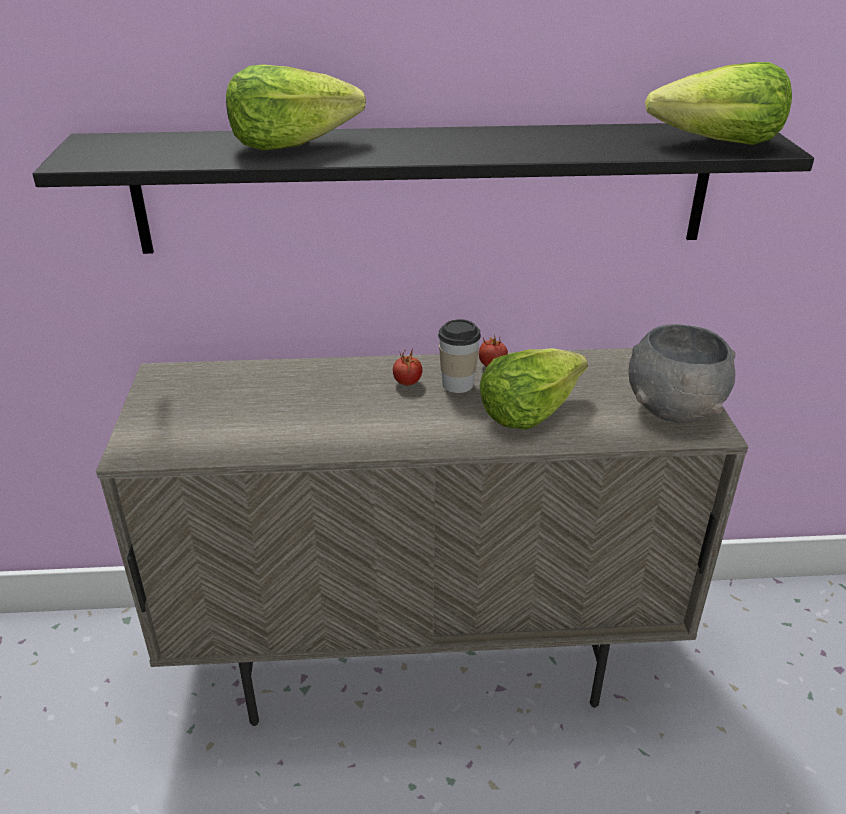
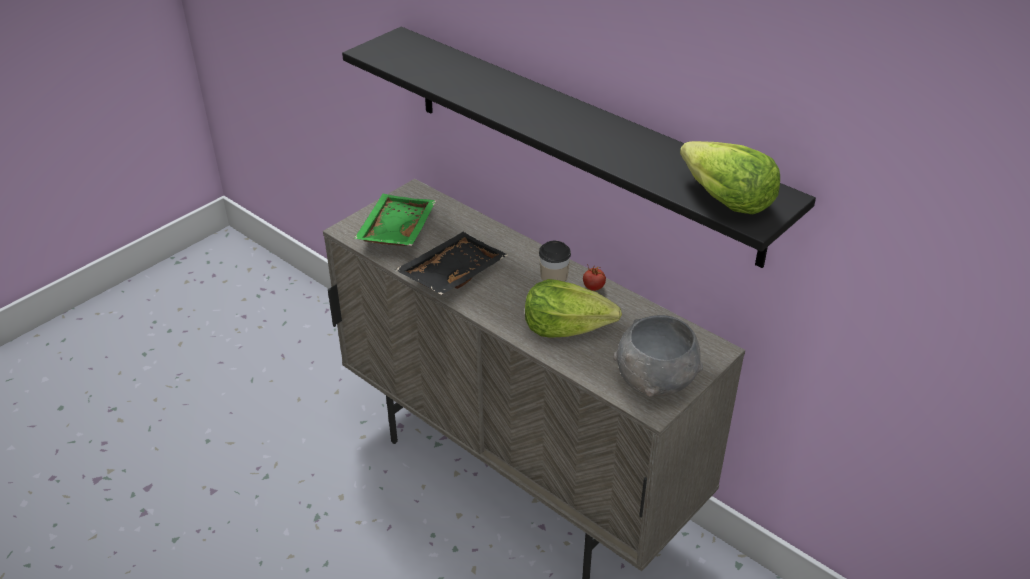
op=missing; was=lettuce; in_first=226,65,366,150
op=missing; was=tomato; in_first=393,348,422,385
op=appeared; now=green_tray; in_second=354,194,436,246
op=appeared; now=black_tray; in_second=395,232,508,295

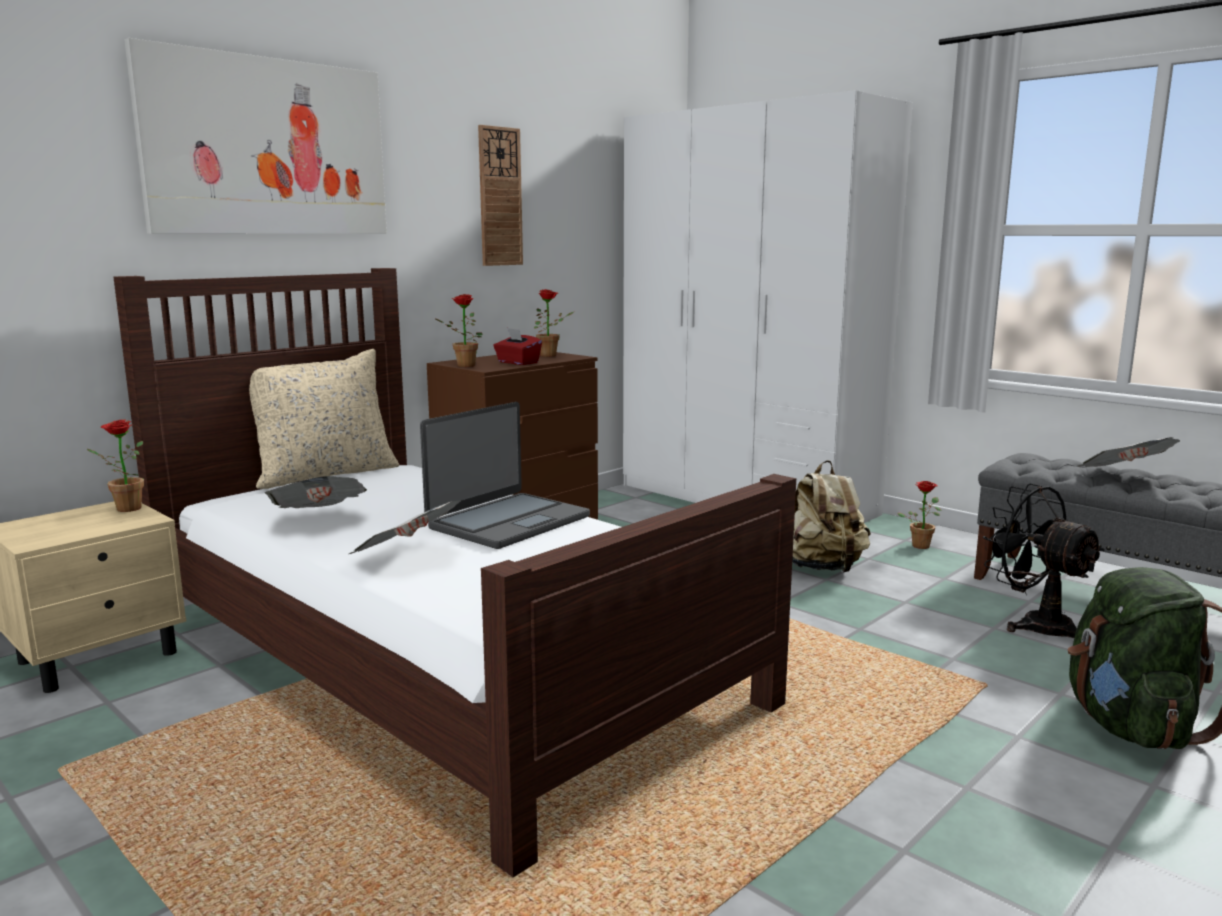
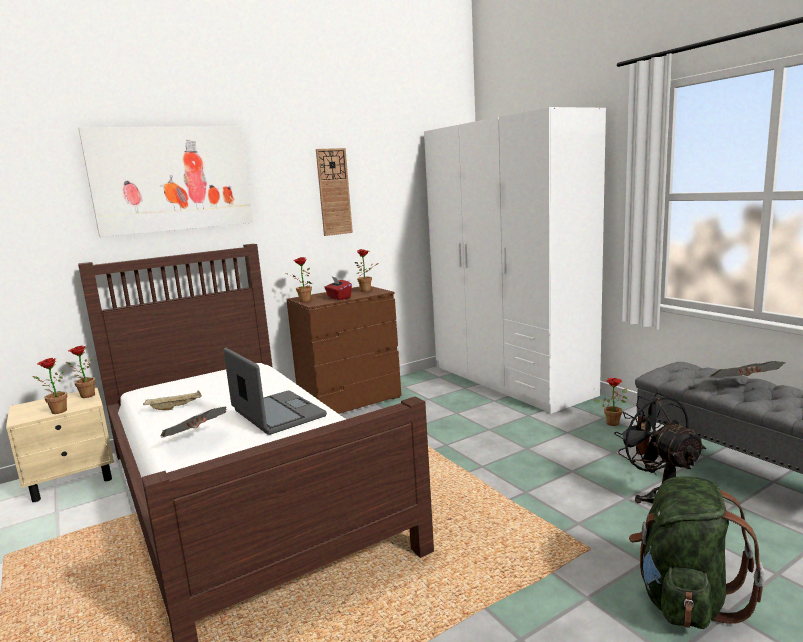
op=missing; was=beige_pillow; in_first=249,349,399,489
op=spun; was=laptop; in_first=420,402,590,549; in_second=223,348,327,435; clockwise=-90
op=missing; was=beige_backpack; in_first=792,460,871,572
op=exchanged; was=newspaper; now=beige_tray; in_first=265,476,367,508; in_second=143,390,202,410
op=appeared; now=potted_plant; in_second=33,358,67,414

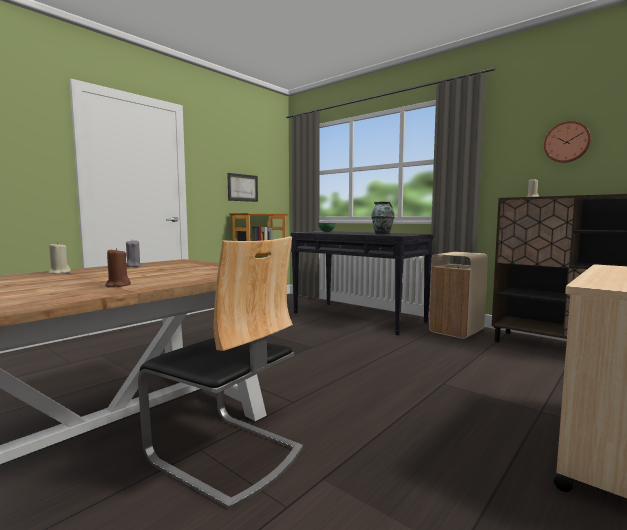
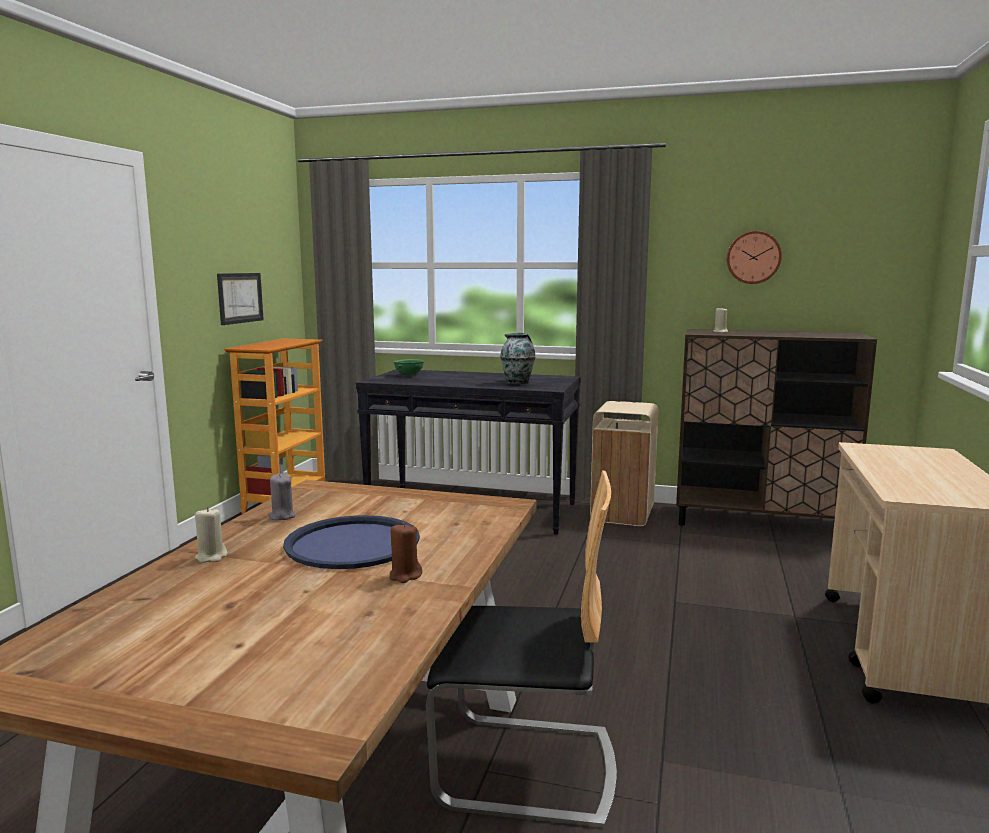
op=appeared; now=blue_tray; in_second=283,515,420,569

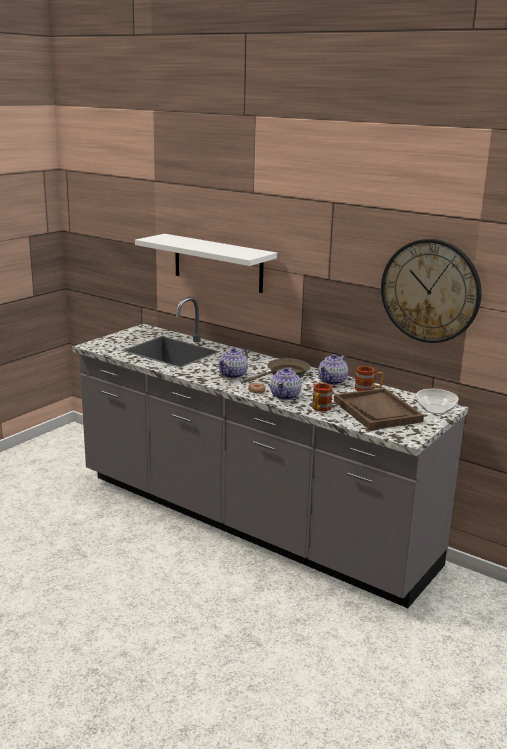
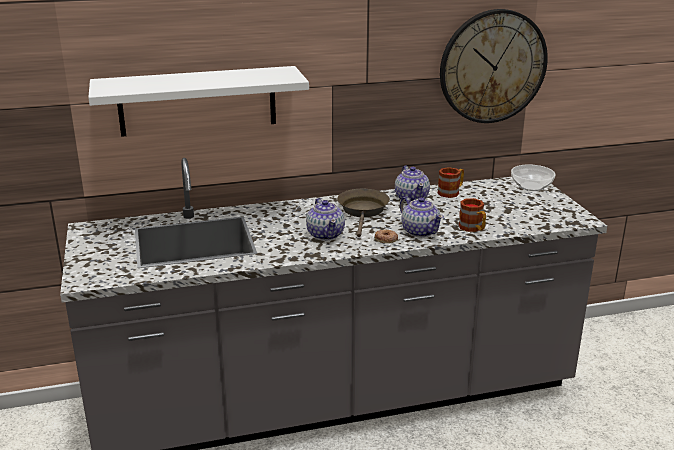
op=missing; was=brown_tray; in_first=334,388,424,430

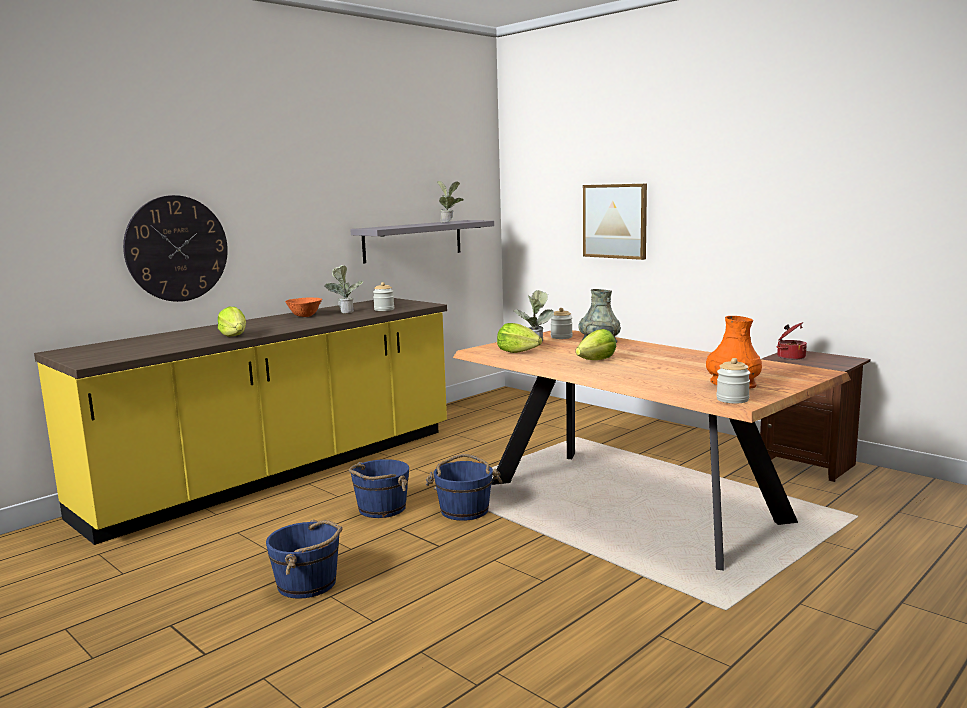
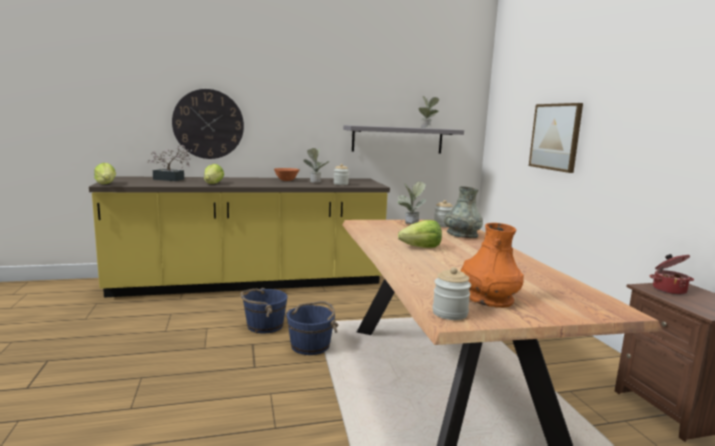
op=relocated; was=lettuce; in_first=497,323,542,353; in_second=94,163,116,184
op=missing; was=blue_bucket; in_first=266,520,343,599
op=appeared; now=potted_plant; in_second=147,145,192,181

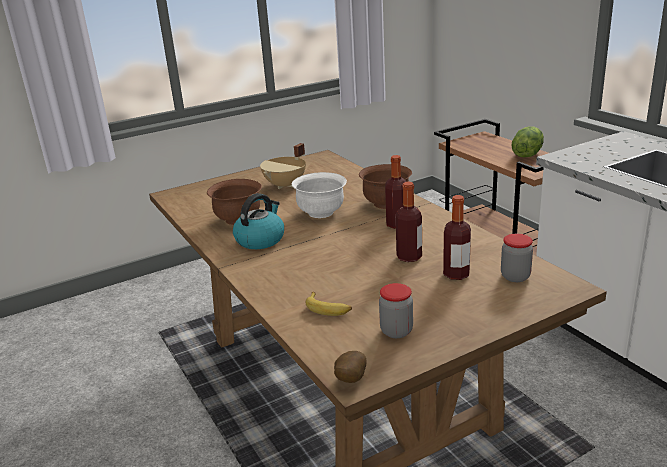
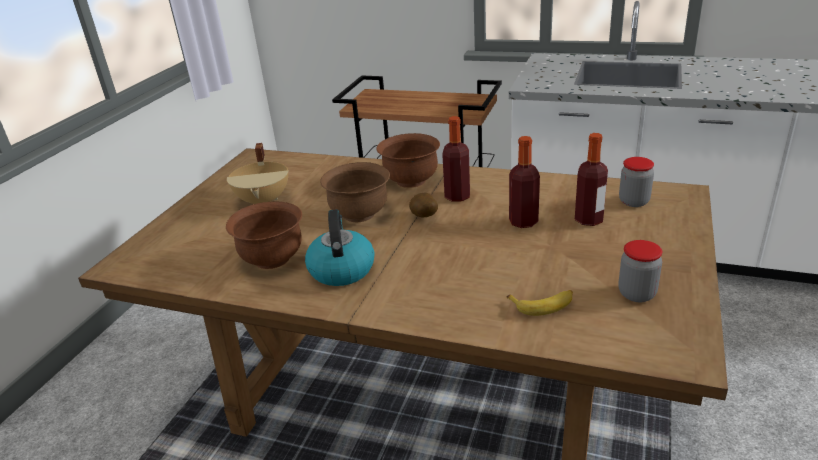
op=missing; was=lettuce; in_first=512,127,544,157
op=colour; was=white_bowl; now=brown_bowl; in_first=292,172,347,218; in_second=320,162,390,222
op=relocated; was=potato; in_first=334,351,367,383; in_second=409,193,438,217

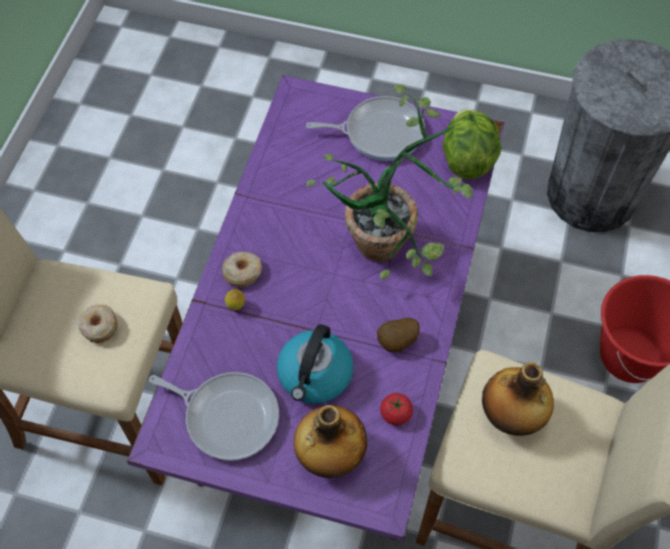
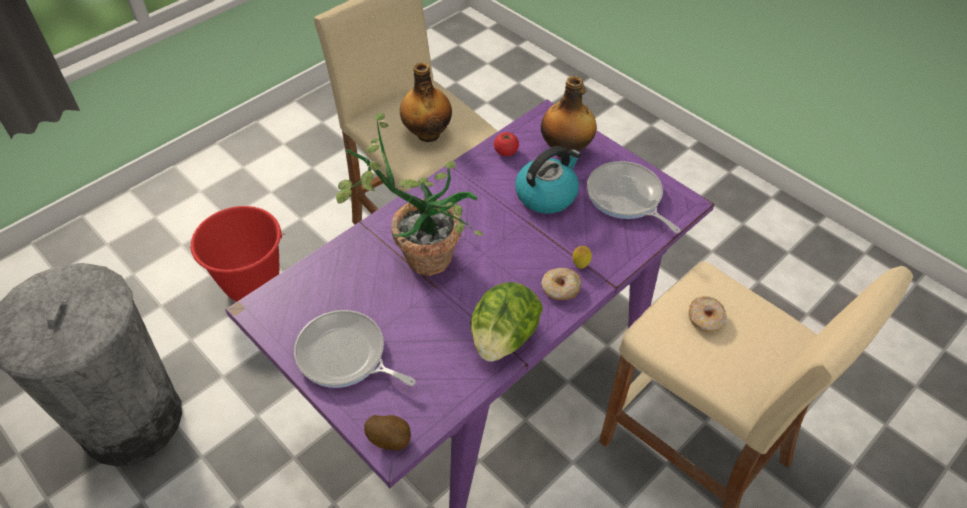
op=relocated; was=lettuce; in_first=443,109,501,179; in_second=470,282,543,362
op=relocated; was=potato; in_first=377,318,420,352; in_second=364,415,411,450

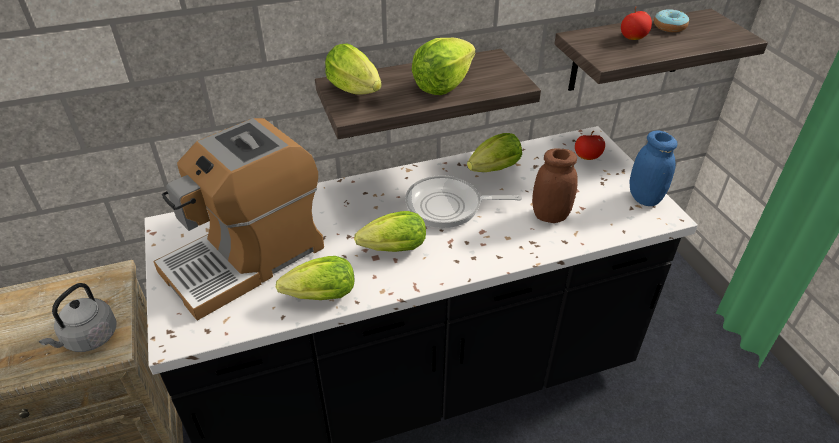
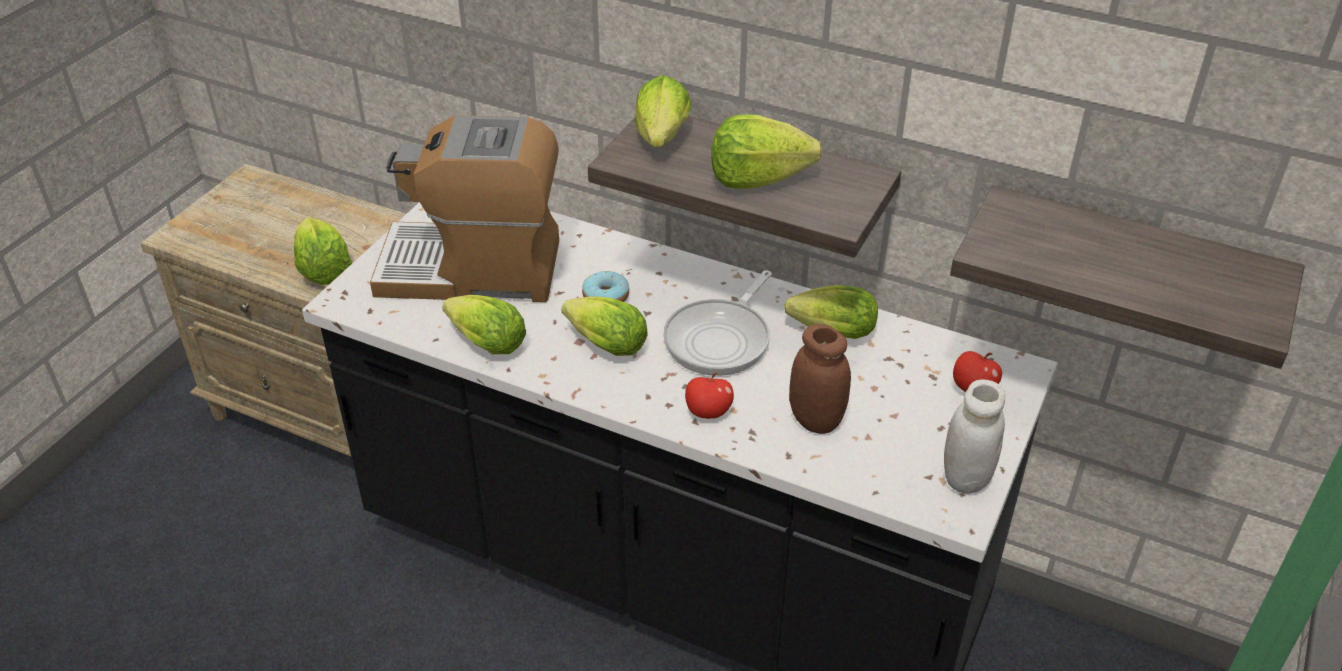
op=relocated; was=apple; in_first=621,7,652,40; in_second=685,372,734,419
op=relocated; was=donut; in_first=654,9,689,32; in_second=582,270,629,302
op=colour; was=blue_jar; now=white_jar; in_first=629,130,678,206; in_second=944,379,1005,494
op=spun; was=frying_pan; in_first=405,175,522,228; in_second=663,270,772,376; clockwise=-105
op=exchanged; was=grey_kettle; now=lettuce; in_first=39,283,117,352; in_second=294,217,352,285

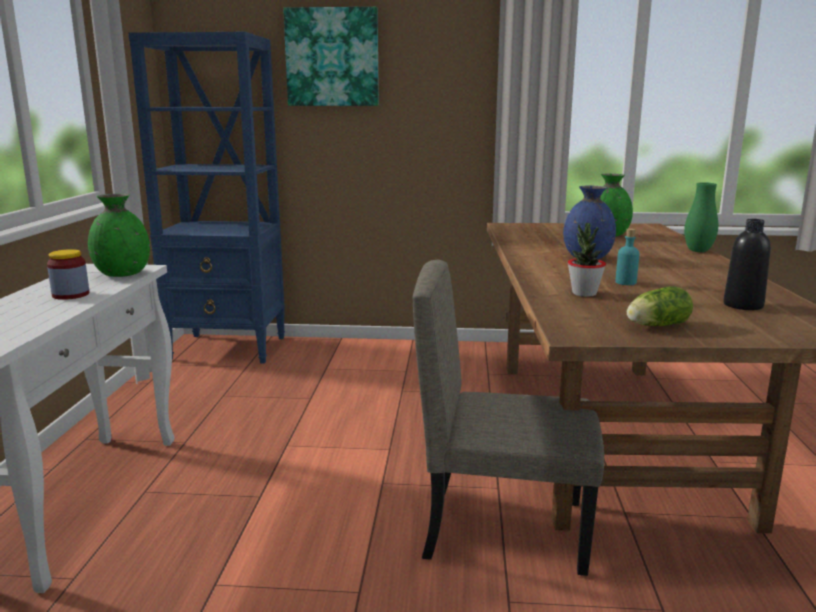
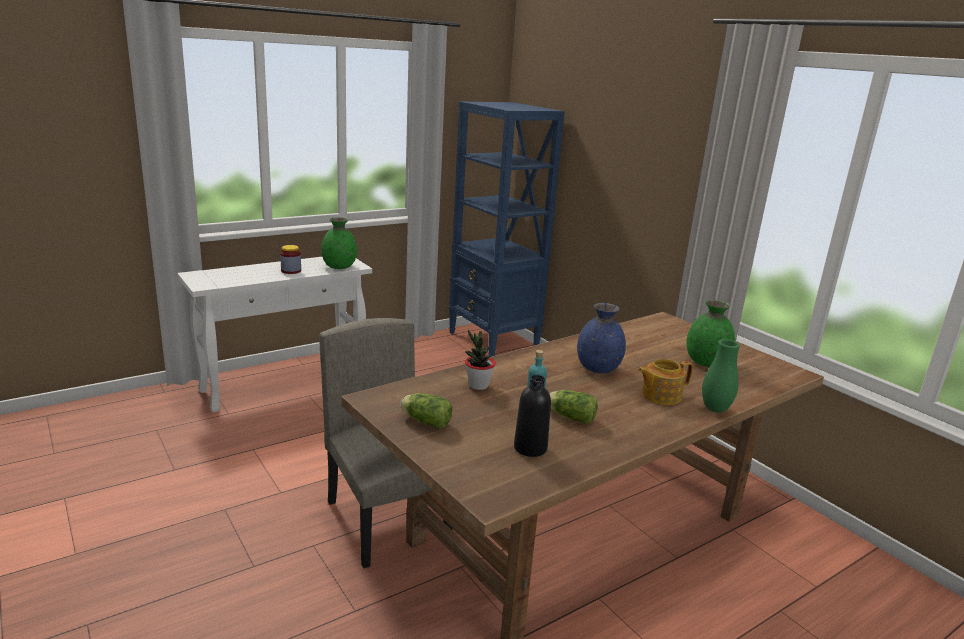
op=missing; was=picture; in_first=283,7,379,106
op=appeared; now=teapot; in_second=638,359,693,405
op=appeared; now=lettuce; in_second=549,390,598,424

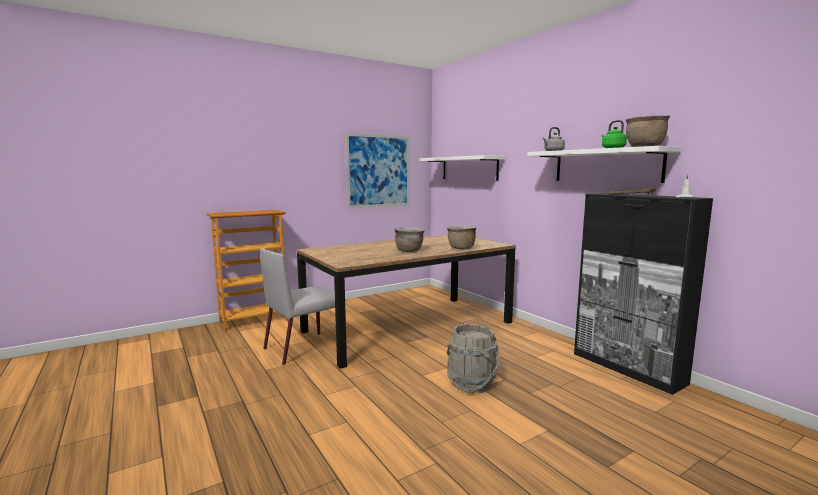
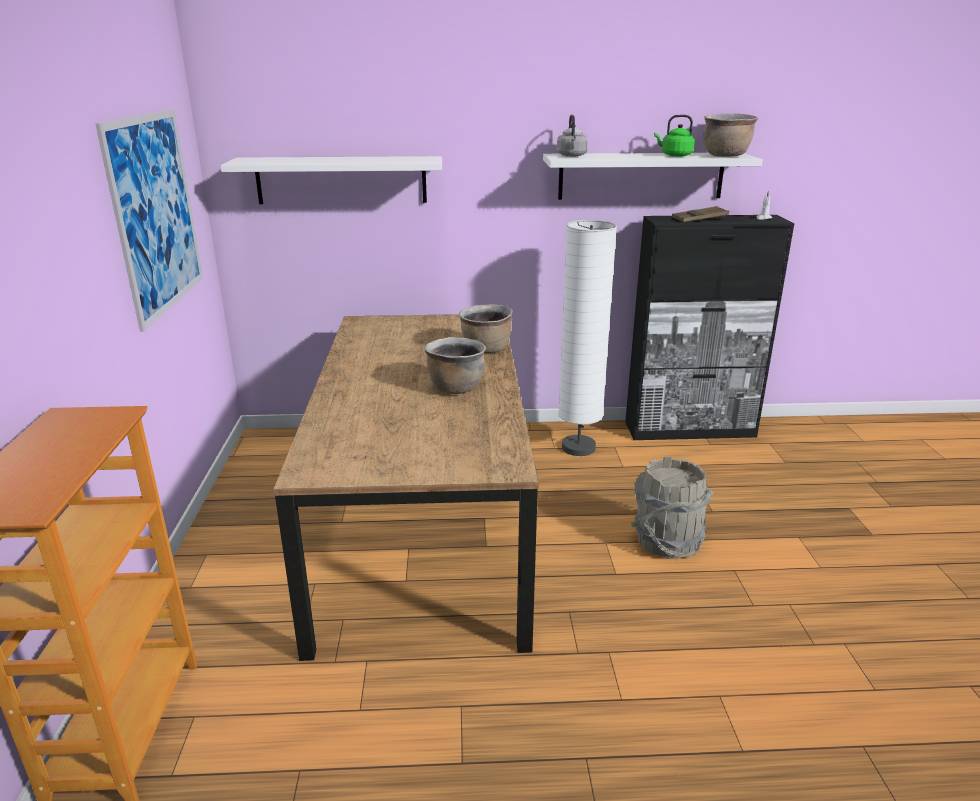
op=missing; was=grey_chair; in_first=260,247,335,365
op=appeared; now=white_floor_lamp; in_second=558,220,617,456

